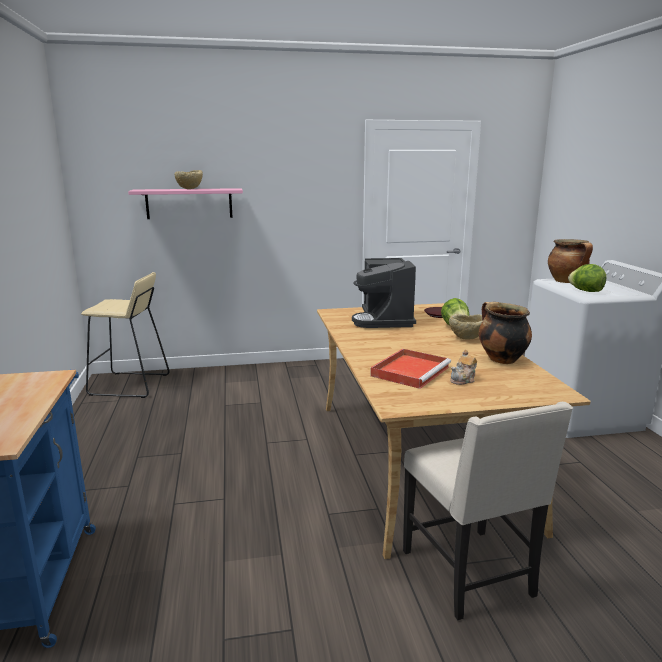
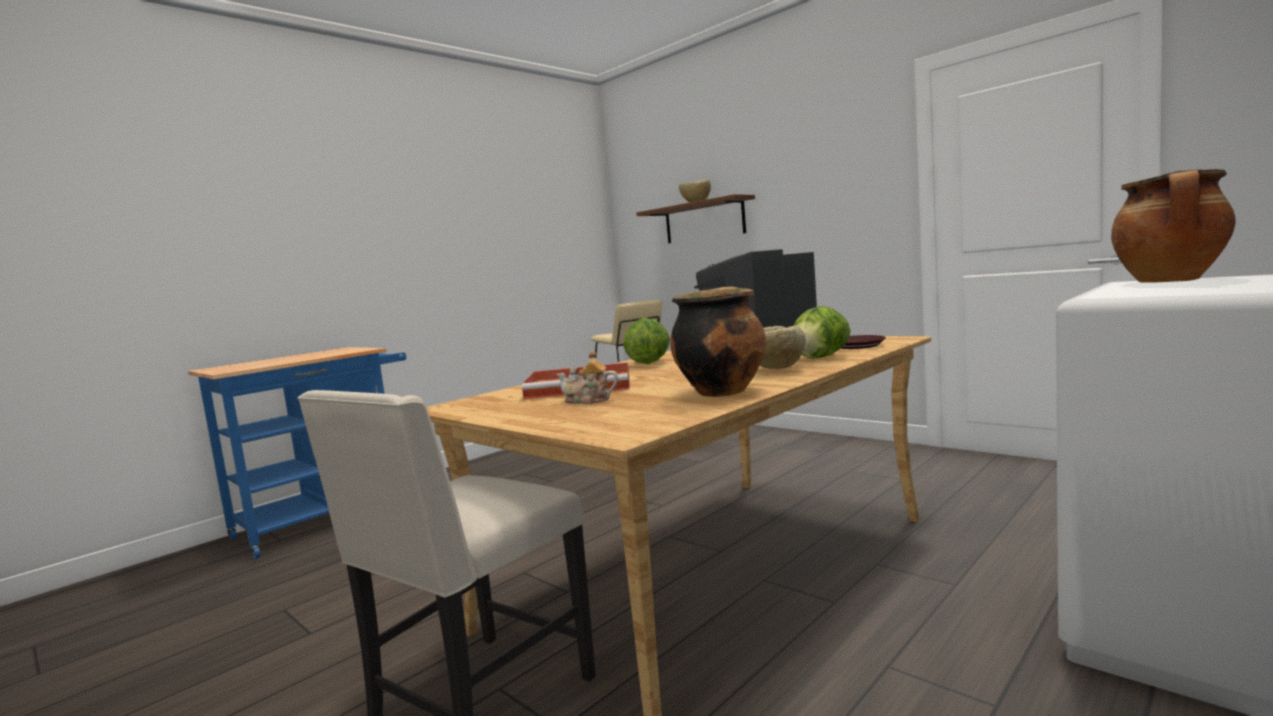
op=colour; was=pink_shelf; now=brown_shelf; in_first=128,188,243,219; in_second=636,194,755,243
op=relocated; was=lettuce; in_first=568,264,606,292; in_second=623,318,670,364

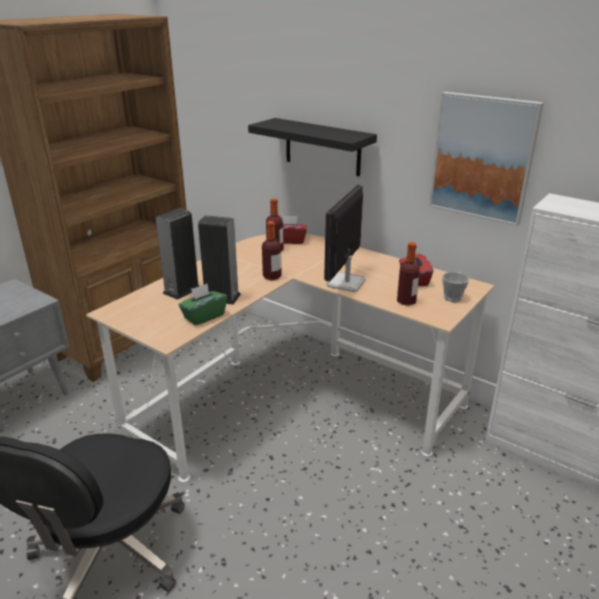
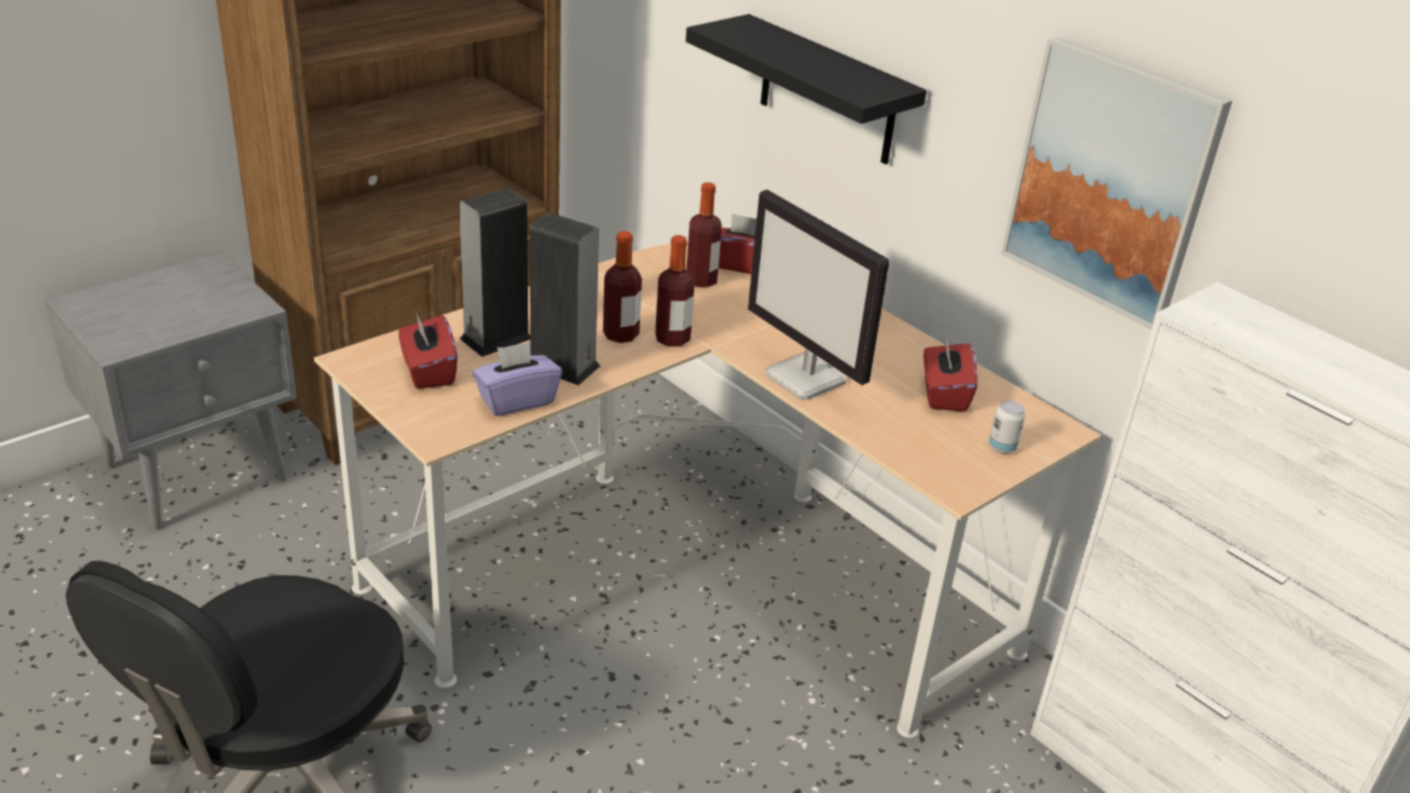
op=spun; was=monitor; in_first=324,185,366,292; in_second=748,190,889,400; clockwise=-75
op=relocated; was=bottle; in_first=397,242,420,306; in_second=603,231,642,343
op=exchanged; was=cup; now=can; in_first=442,272,469,302; in_second=989,400,1025,454
op=colour; was=green_tissue_box; now=purple_tissue_box; in_first=179,284,227,326; in_second=472,342,562,416
op=appeared; now=red_tissue_box; in_second=399,313,458,389

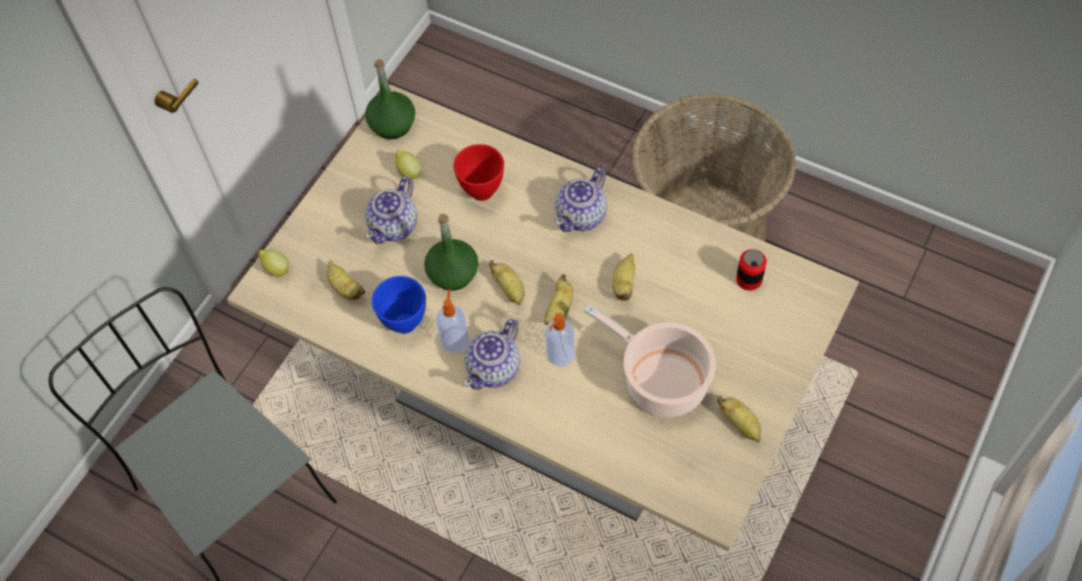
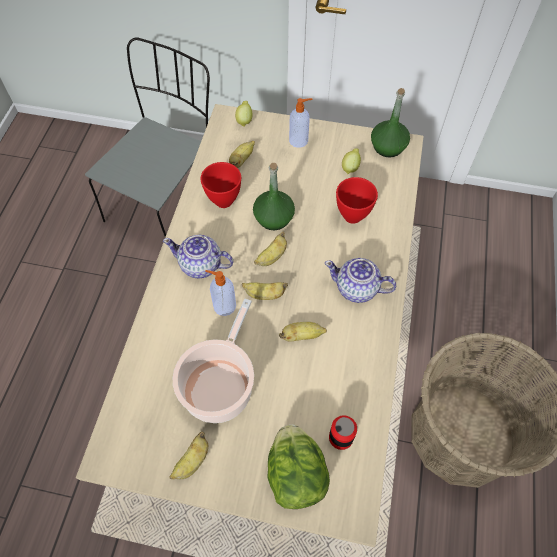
op=missing; was=teapot; in_first=365,177,417,244
op=colour; was=blue_bowl; now=red_bowl; in_first=372,276,426,334; in_second=200,162,241,208
op=relocated; was=soap_dispenser; in_first=436,288,469,353; in_second=289,98,312,148
op=appeared; now=lettuce; in_second=267,425,330,509

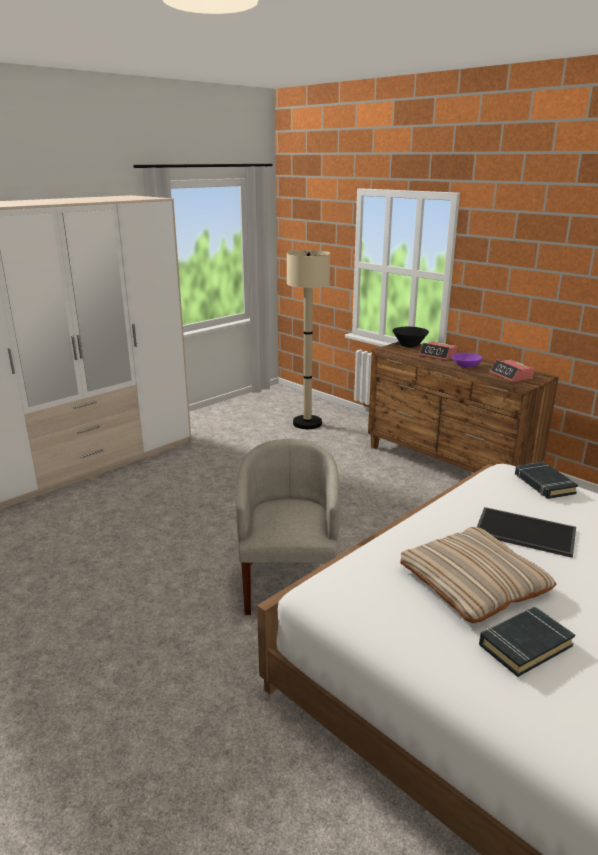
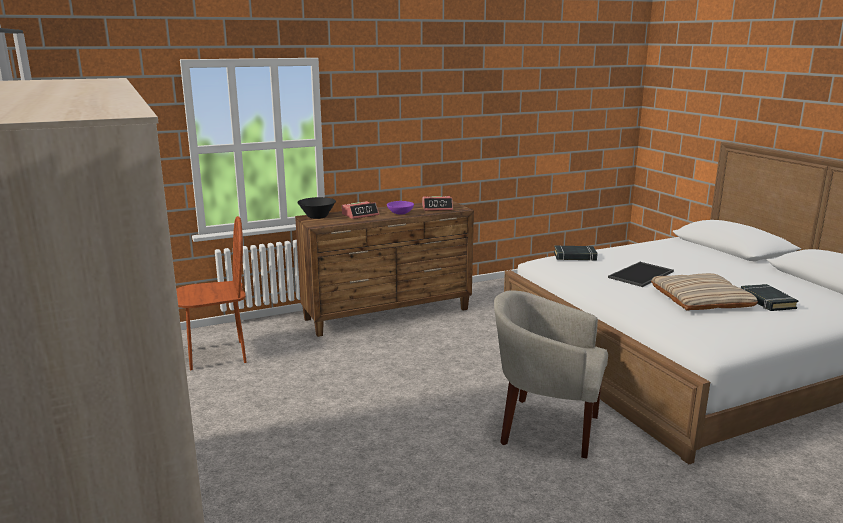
op=exchanged; was=beige_floor_lamp; now=brown_chair; in_first=287,250,330,429; in_second=176,216,247,370

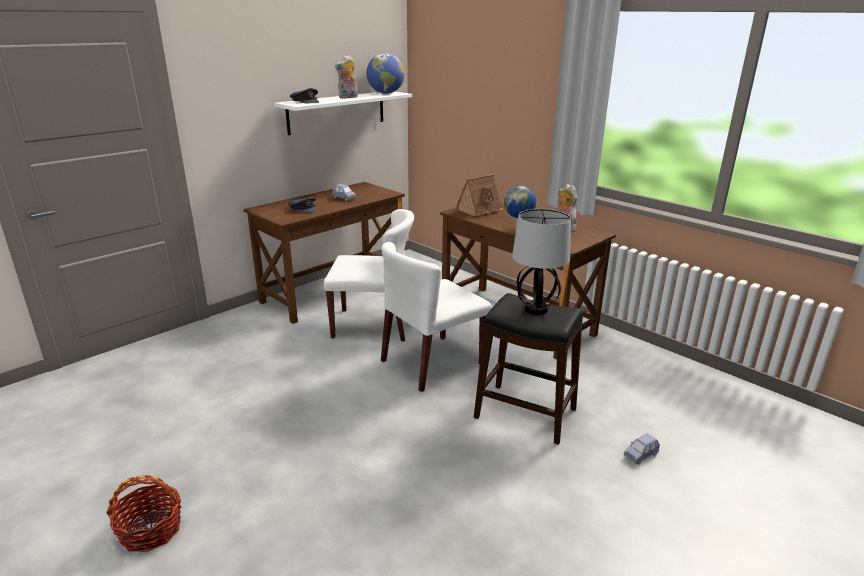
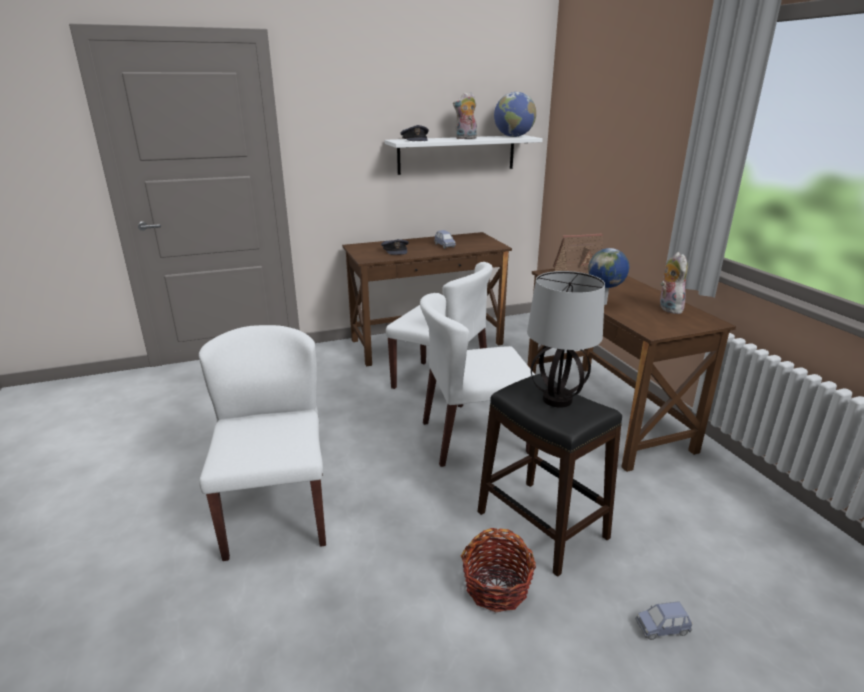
op=relocated; was=basket; in_first=106,475,181,552; in_second=461,528,536,613
op=appeared; now=white_chair; in_second=199,325,326,561

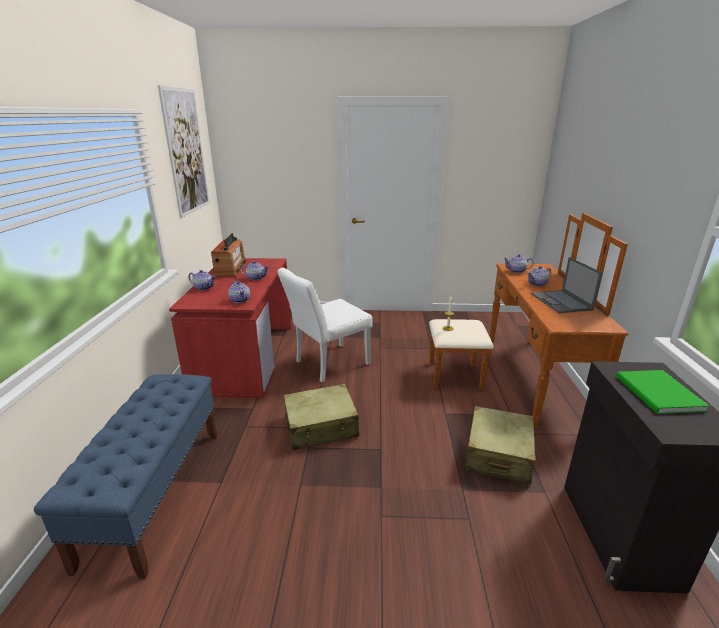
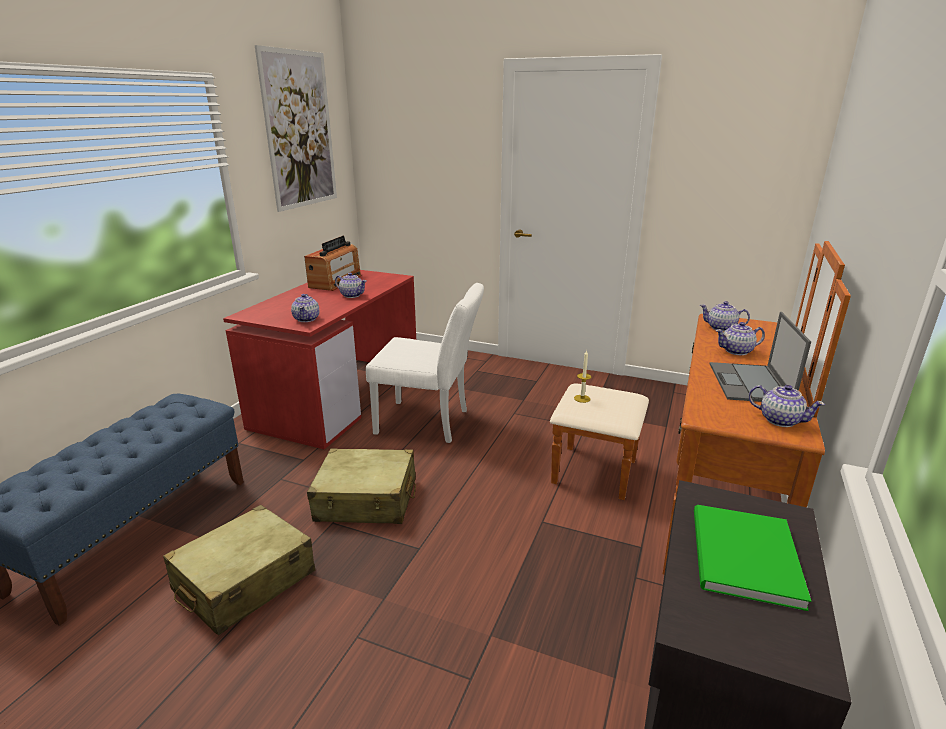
op=spun; was=white_chair; in_first=277,268,373,382; in_second=366,283,484,443; clockwise=-150
op=relocated; was=teapot; in_first=188,270,216,291; in_second=749,385,825,427
op=relocated; was=beige_suitcase; in_first=465,406,536,485; in_second=163,505,315,635

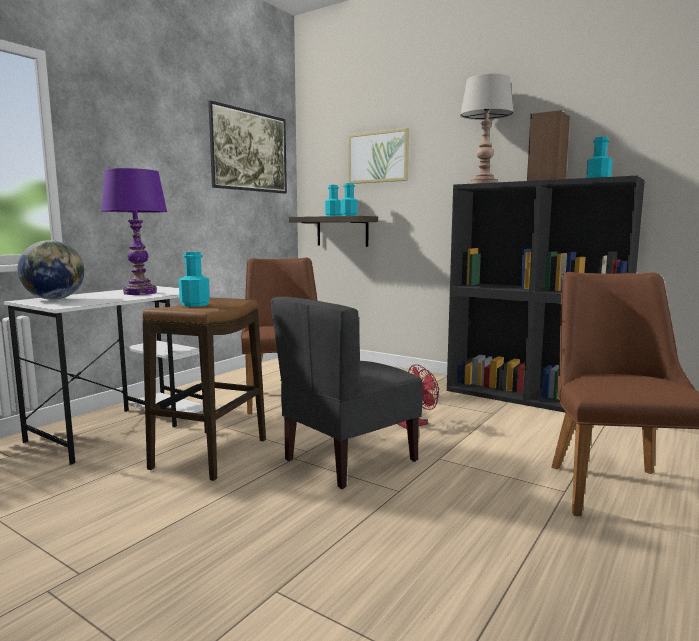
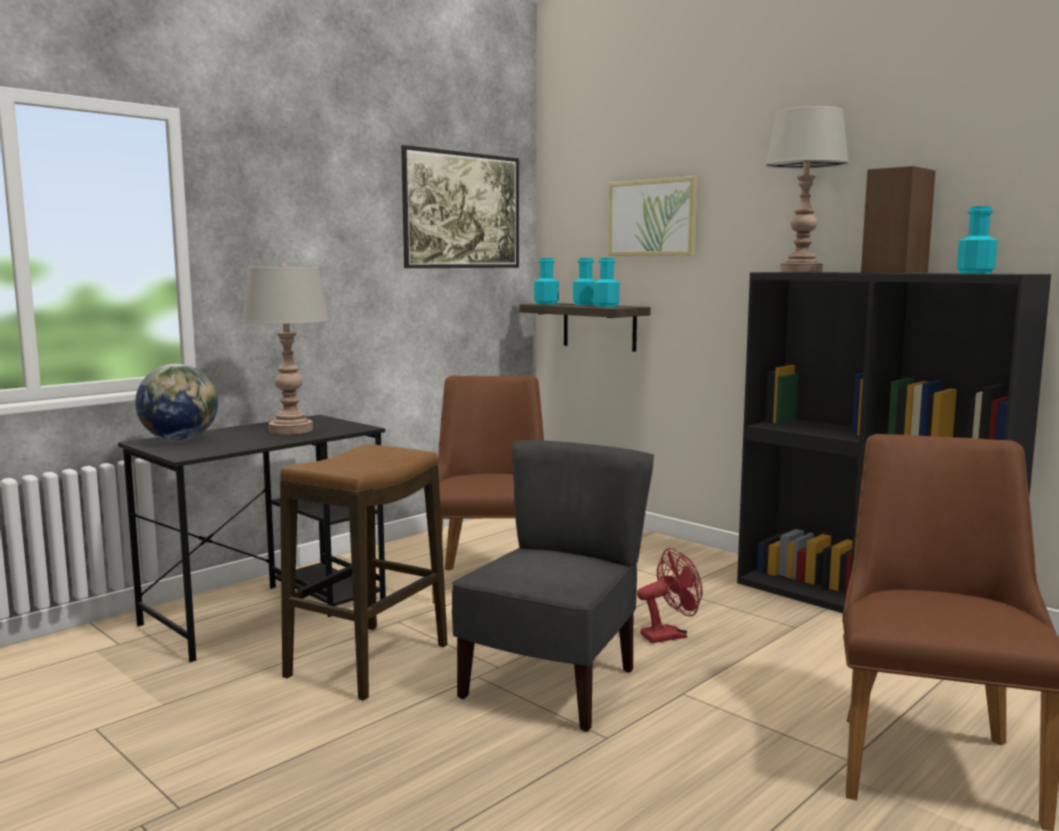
op=colour; was=purple_table_lamp; now=grey_table_lamp; in_first=101,168,167,295; in_second=242,264,329,435
op=relocated; was=turquoise_bottle; in_first=179,252,210,307; in_second=534,258,559,304
op=colour; was=white_desk; now=black_desk; in_first=4,286,203,465; in_second=118,415,386,662
op=spun; was=grey_chair; in_first=270,297,423,489; in_second=452,440,654,732; clockwise=150

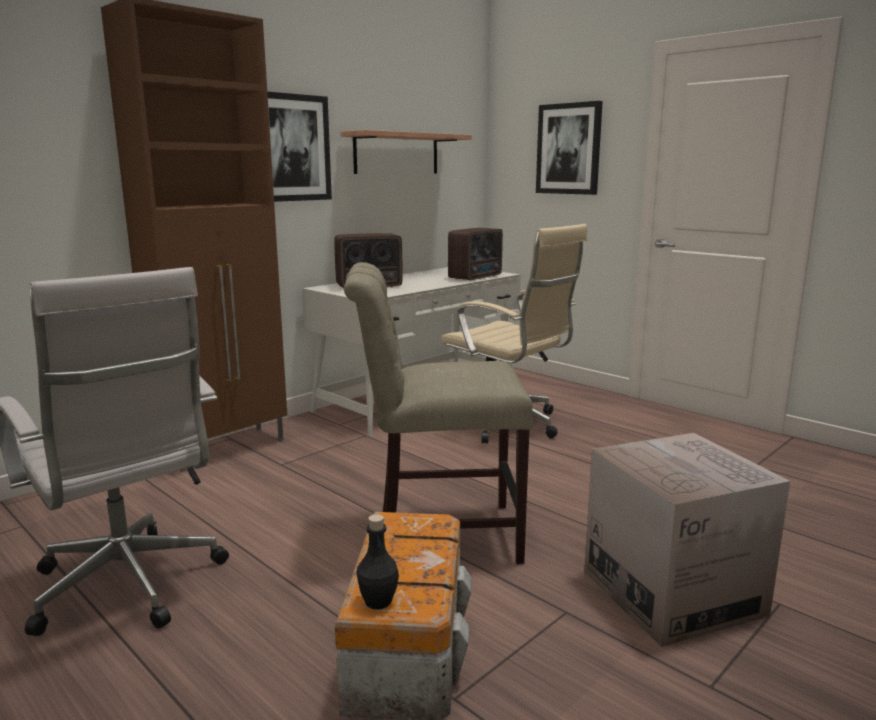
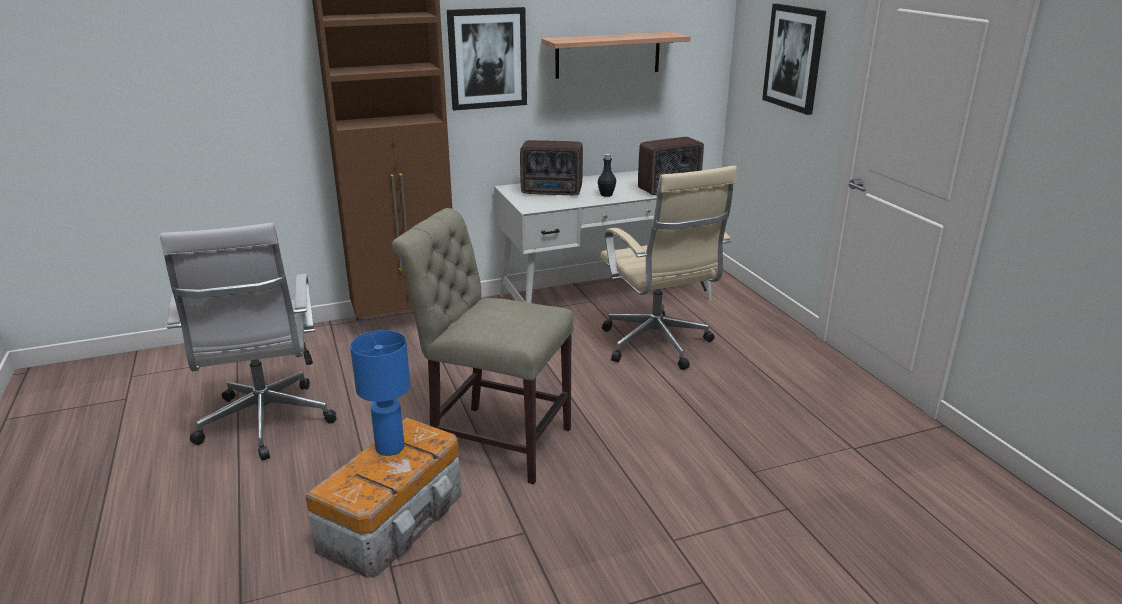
op=missing; was=cardboard_box; in_first=584,433,790,647
op=relocated; was=black_bottle; in_first=356,514,399,610; in_second=598,154,616,197
op=appeared; now=blue_table_lamp; in_second=350,330,410,456

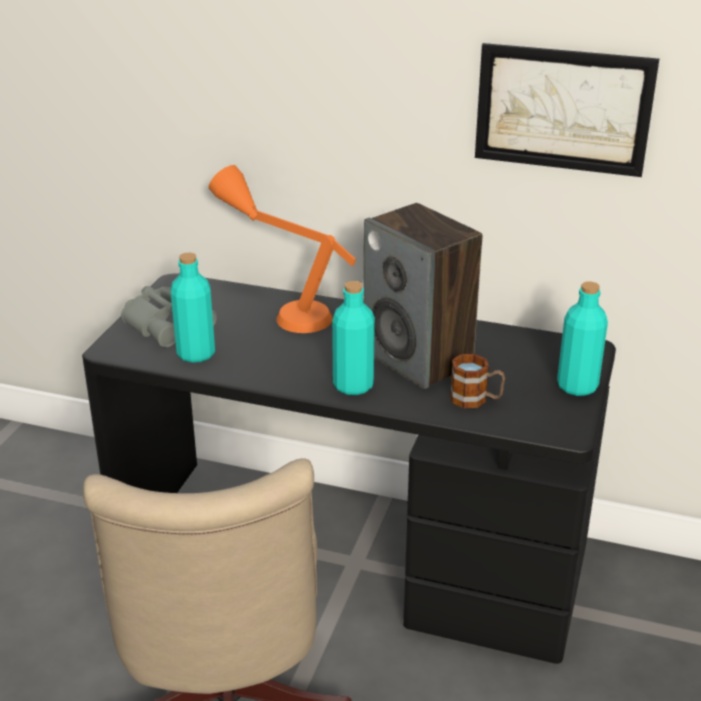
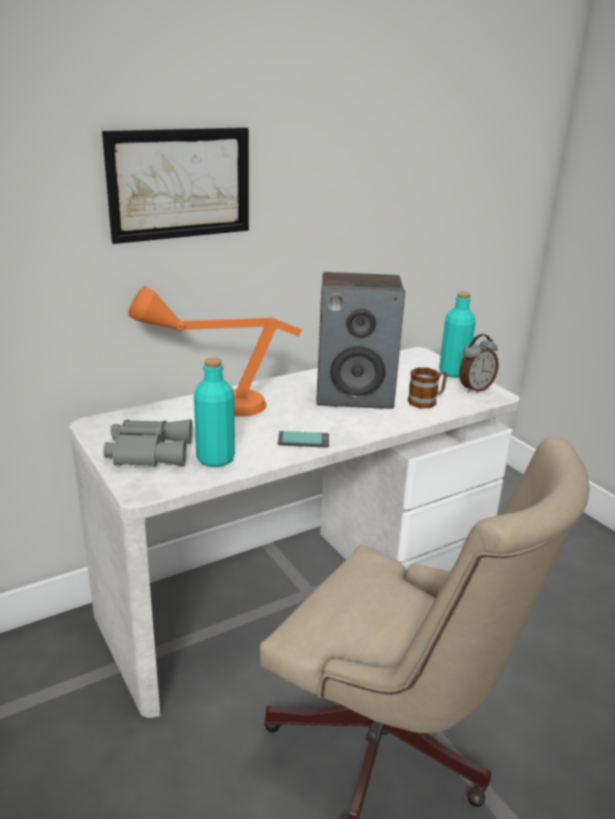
op=relocated; was=picture; in_first=475,43,659,177; in_second=102,127,249,244
op=colour; was=black_desk; now=white_desk; in_first=82,273,616,664; in_second=70,347,520,718
op=missing; was=turquoise_bottle; in_first=332,281,375,395
op=appeared; now=alarm_clock; in_second=459,334,499,393
op=appeared; now=phone; in_second=278,431,329,448

